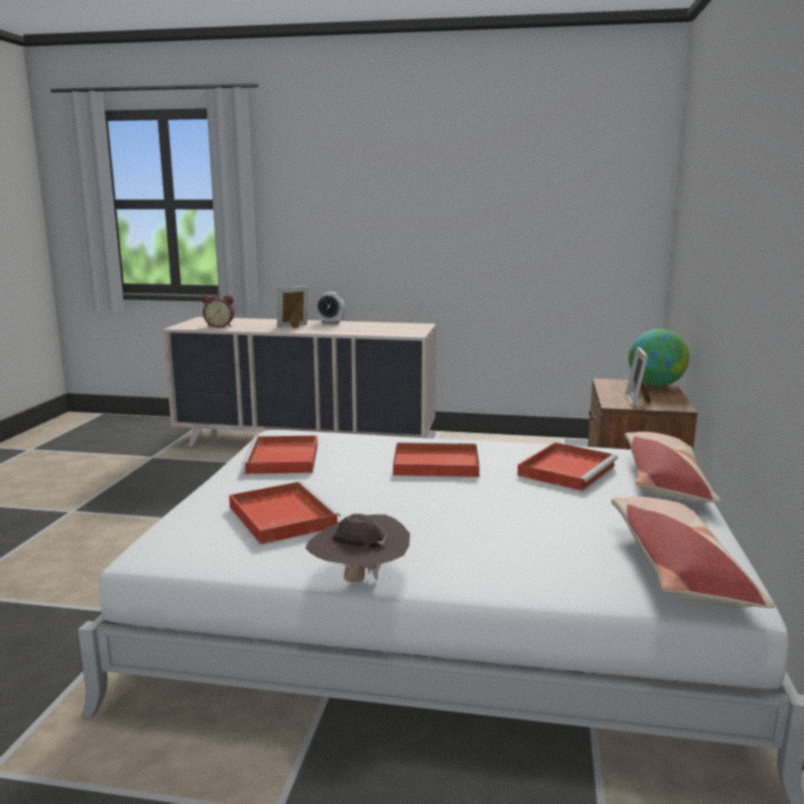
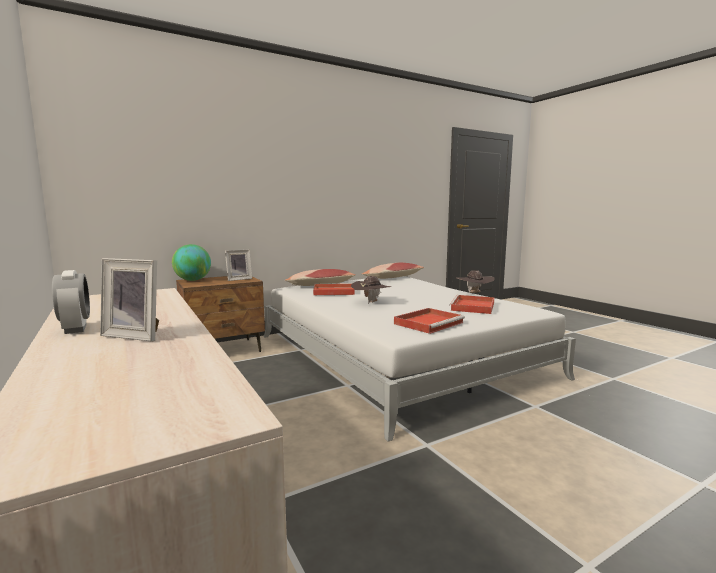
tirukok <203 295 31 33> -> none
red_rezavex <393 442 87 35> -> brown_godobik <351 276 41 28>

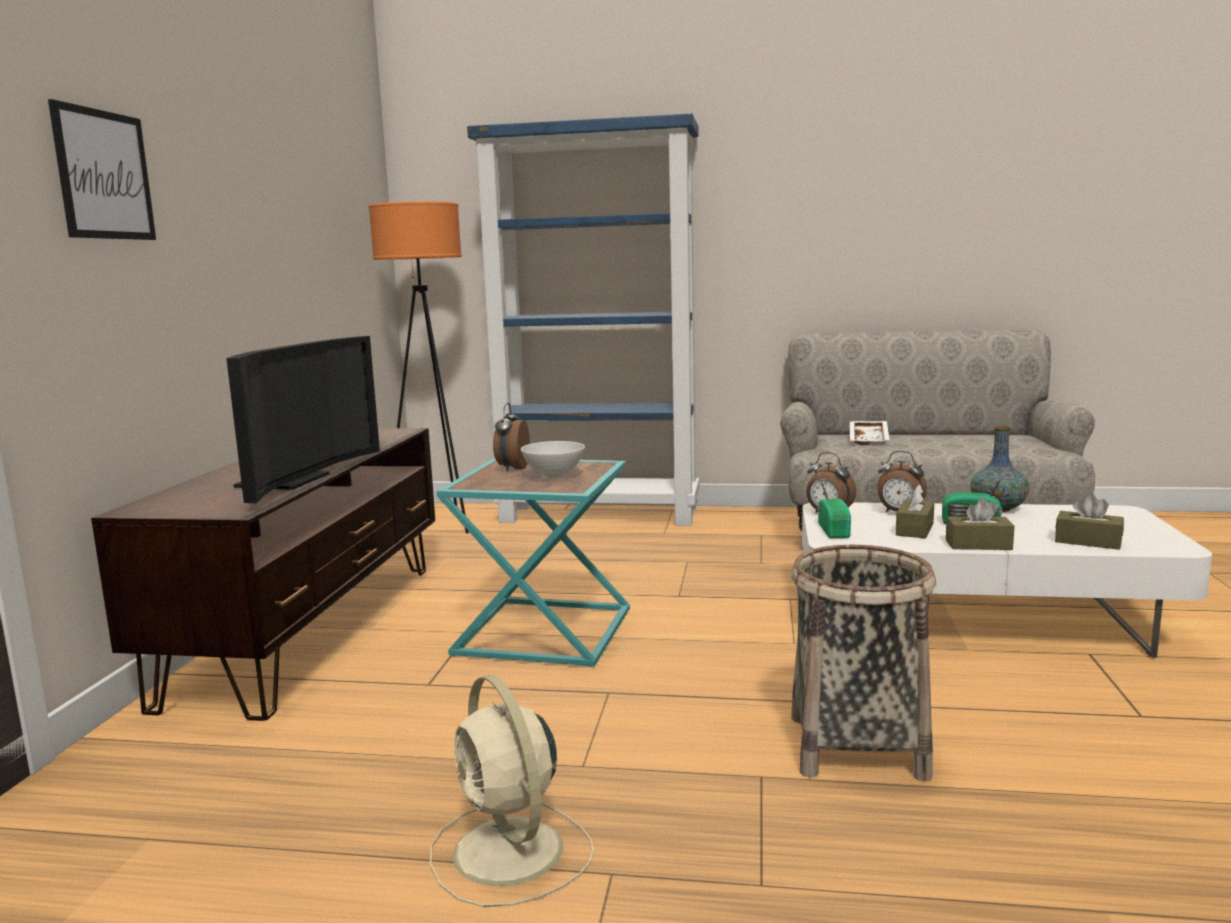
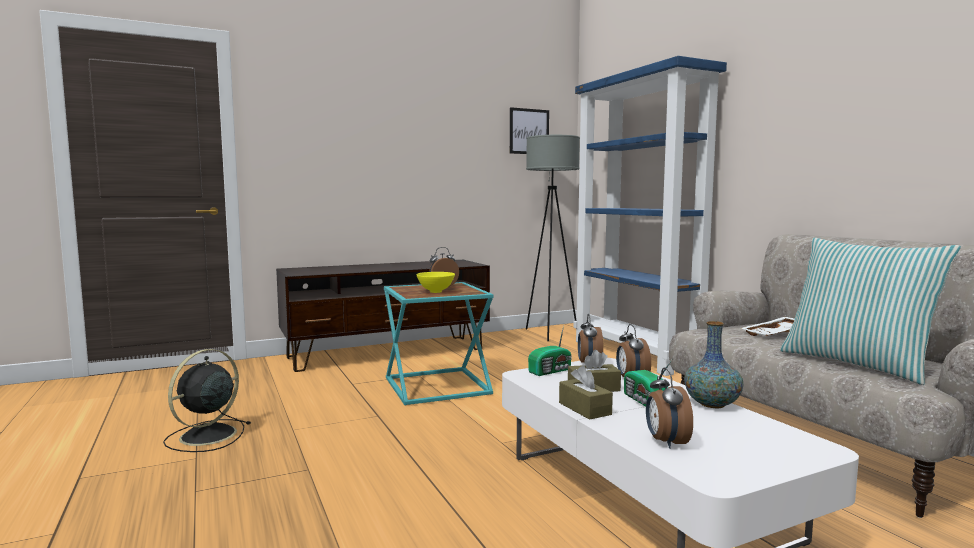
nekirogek <48 99 108 141> -> nekirogek <510 107 39 47>, move
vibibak <226 336 154 168> -> none
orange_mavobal <369 201 100 333> -> grey_mavobal <526 135 54 206>
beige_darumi <430 675 164 232> -> black_darumi <163 349 88 103>
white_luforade <521 441 64 38> -> yellow_luforade <416 272 39 21>
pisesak <791 545 145 236> -> none
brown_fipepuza <1055 494 69 56> -> tirukok <646 367 47 82>
none -> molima <780 238 181 147>

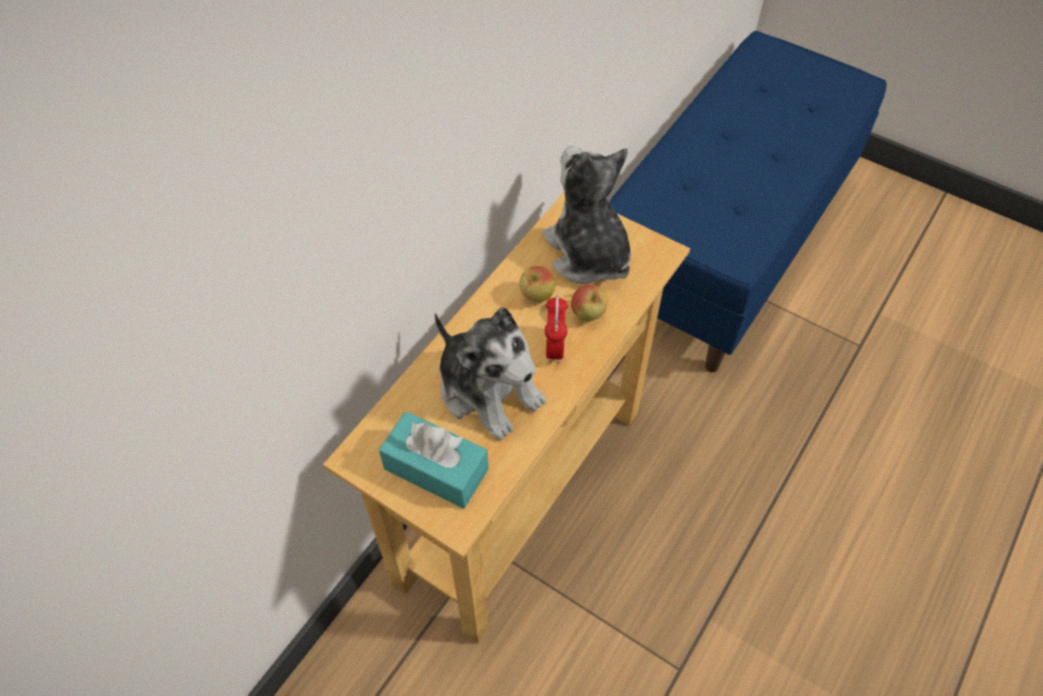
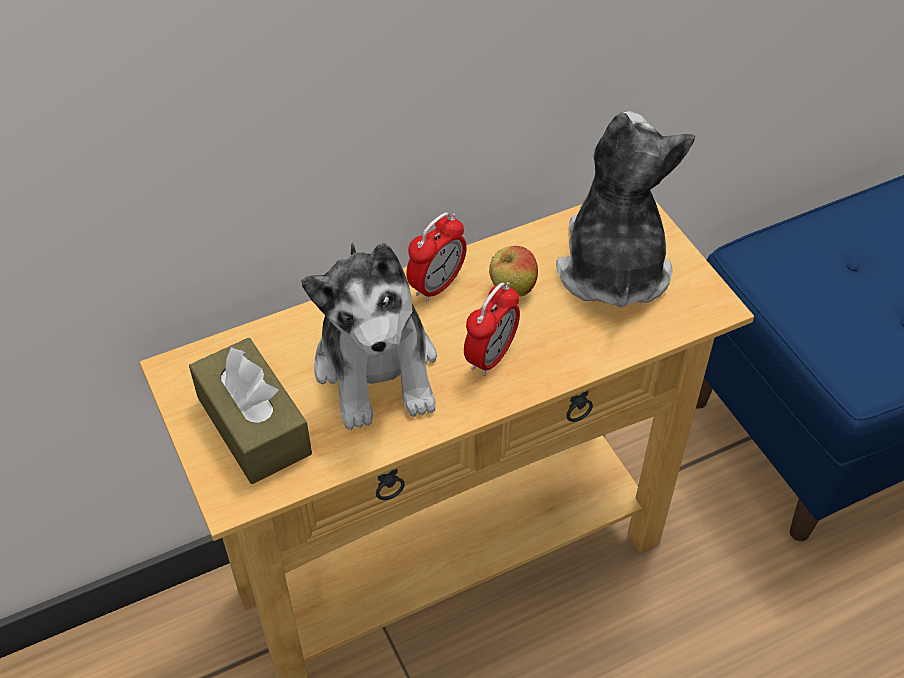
turquoise_fipepuza <379 411 110 98> -> brown_fipepuza <189 338 123 146>
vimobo <571 284 37 38> -> none
none -> tirukok <406 212 61 90>

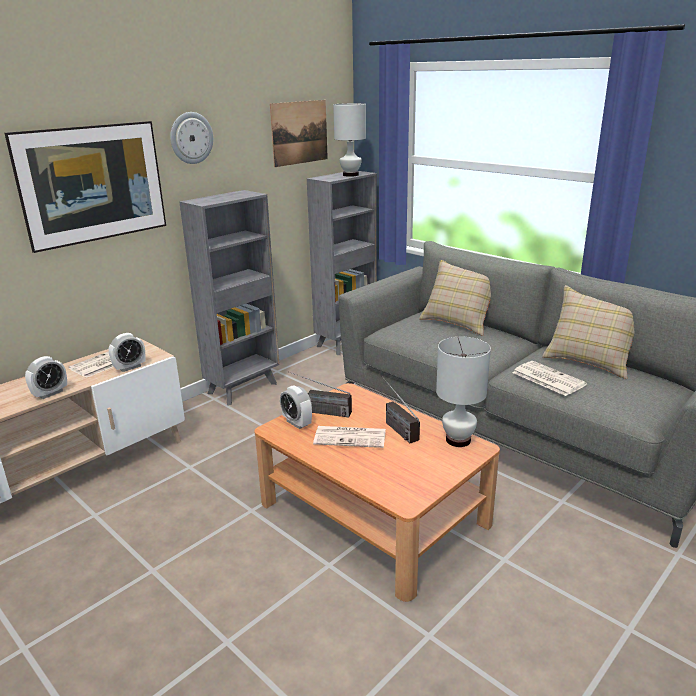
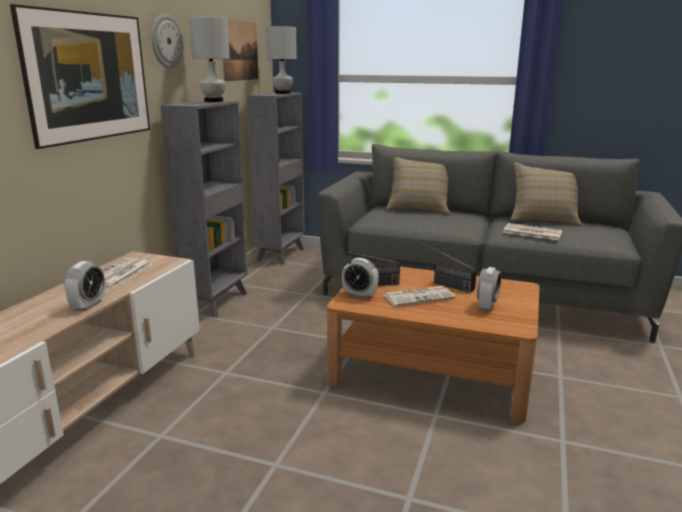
tirukok <109 333 37 39> -> tirukok <477 267 24 44>, move
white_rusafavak <436 337 55 110> -> white_rusafavak <189 17 41 85>, move

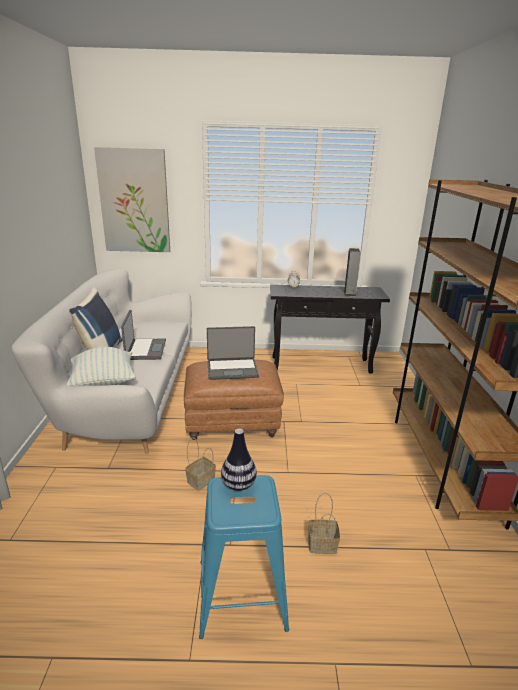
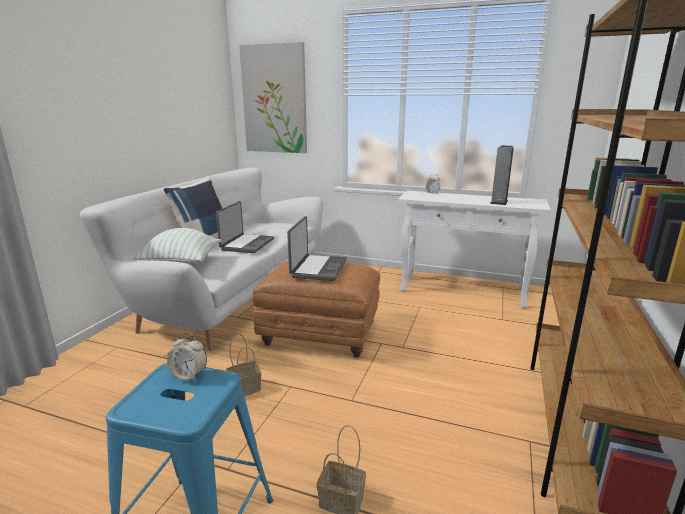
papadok <207 326 52 54> -> papadok <287 216 60 65>, 90 degrees counterclockwise
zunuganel <221 429 36 62> -> tirukok <167 333 40 48>
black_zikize <270 284 120 90> -> white_zikize <397 191 154 118>

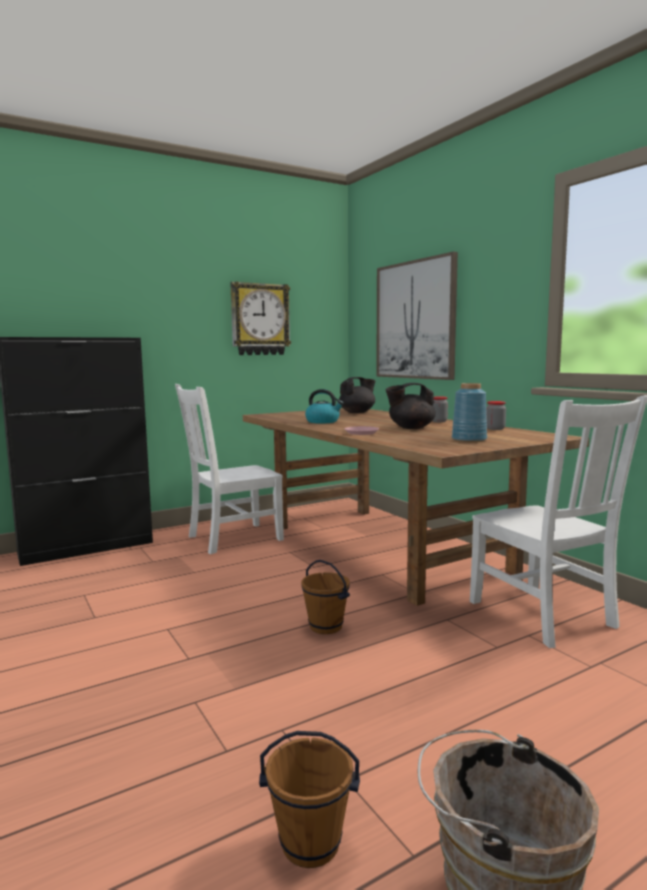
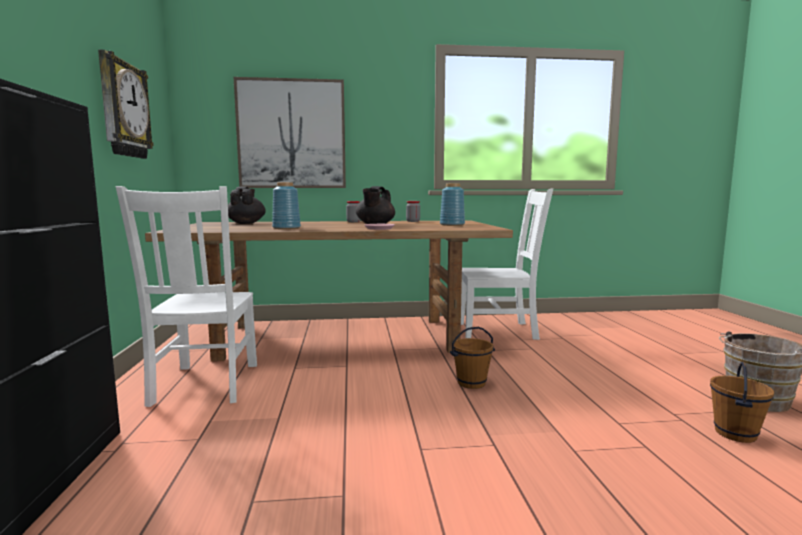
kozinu <305 389 39 34> -> blue_zunuganel <272 182 29 47>

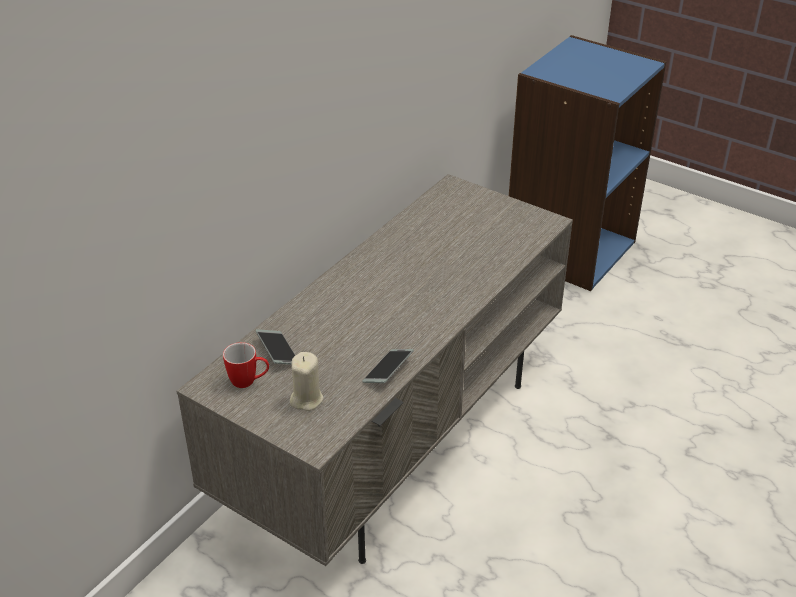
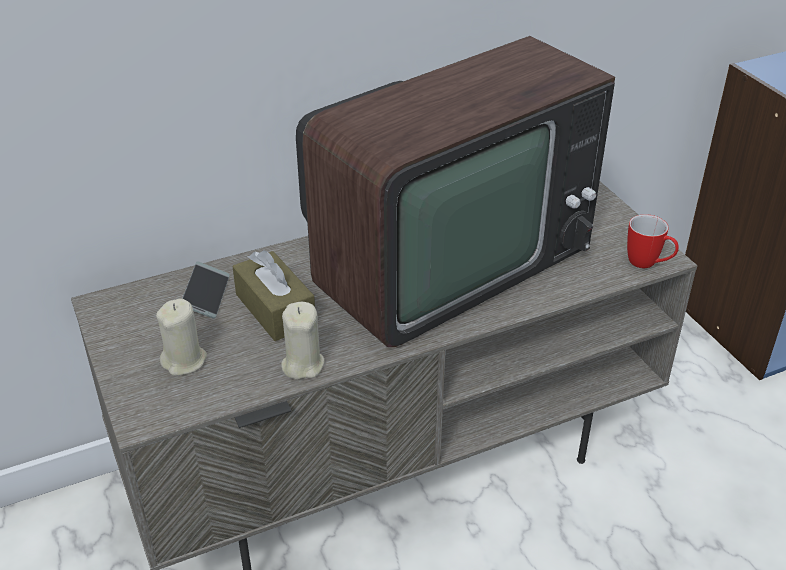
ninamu <223 342 46 46> -> ninamu <627 214 52 54>, move
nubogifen <362 349 52 34> -> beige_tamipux <281 302 44 77>
none -> brown_fipepuza <232 250 83 91>
none -> vibibak <296 36 319 311>

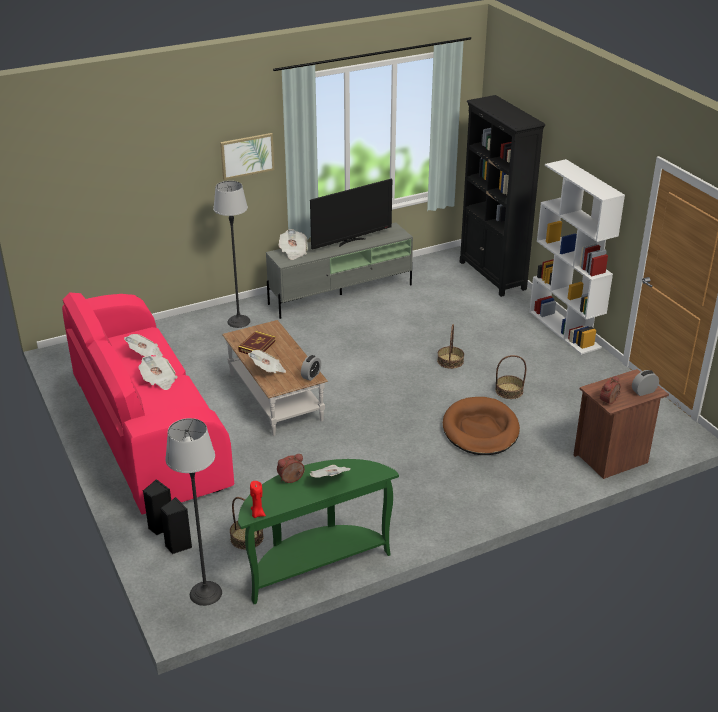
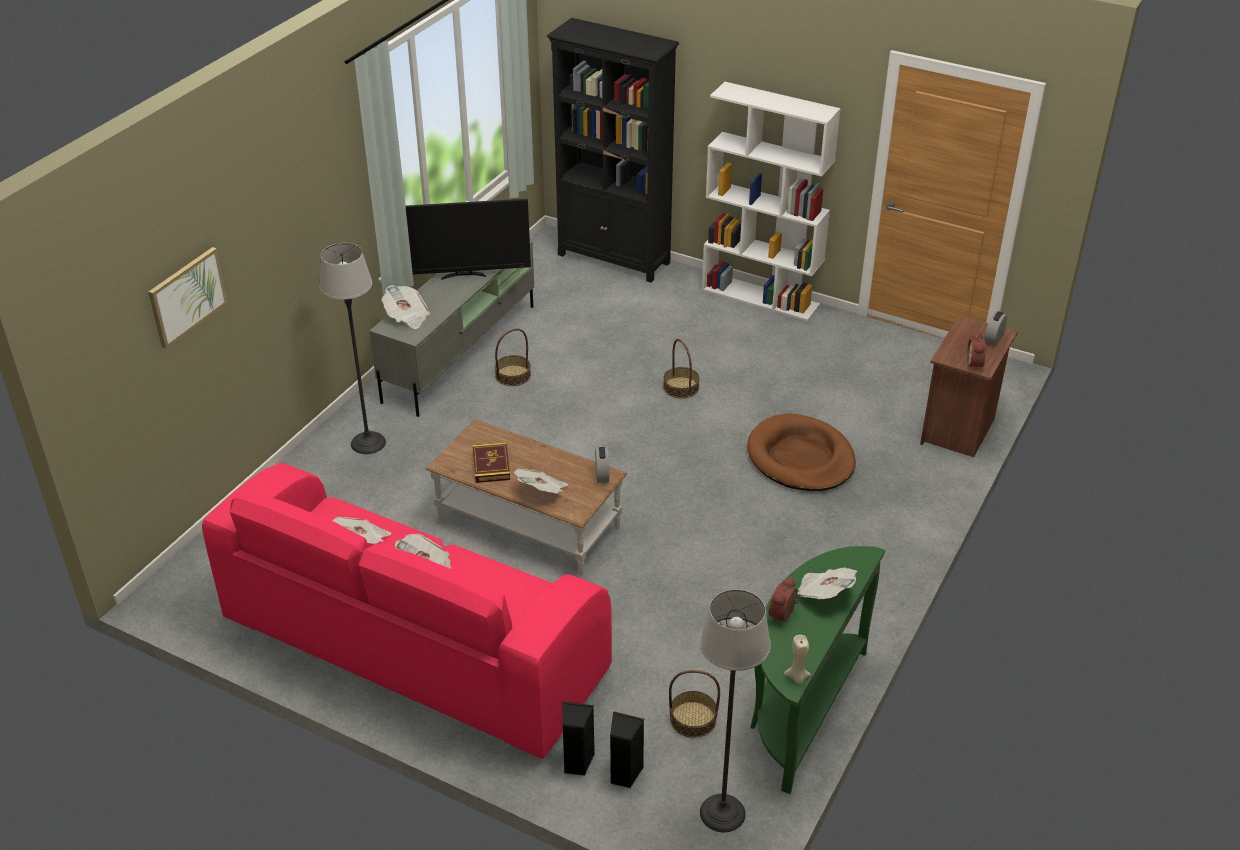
nekirogek <220 133 54 47> -> nekirogek <149 247 79 102>, move
red_tamipux <250 481 16 37> -> beige_tamipux <784 635 27 49>
vibibak <310 179 82 71> -> vibibak <406 199 125 81>, 60 degrees clockwise
pisesak <496 355 30 44> -> pisesak <495 329 36 57>, move

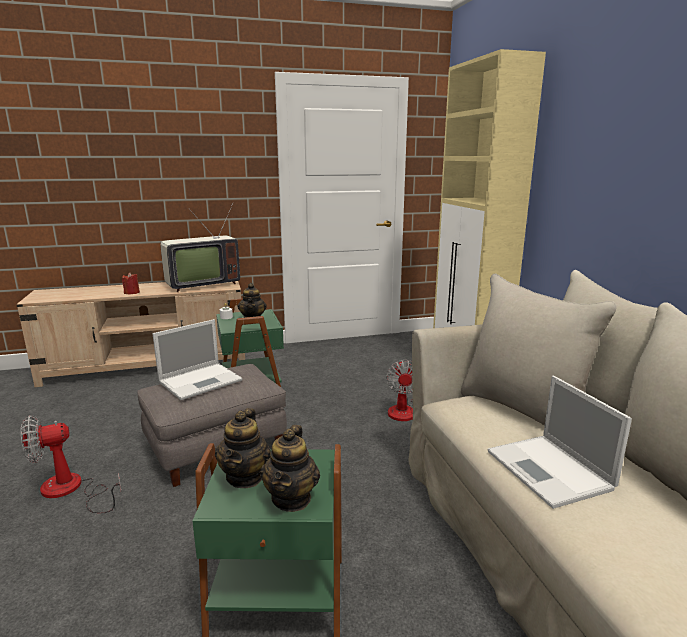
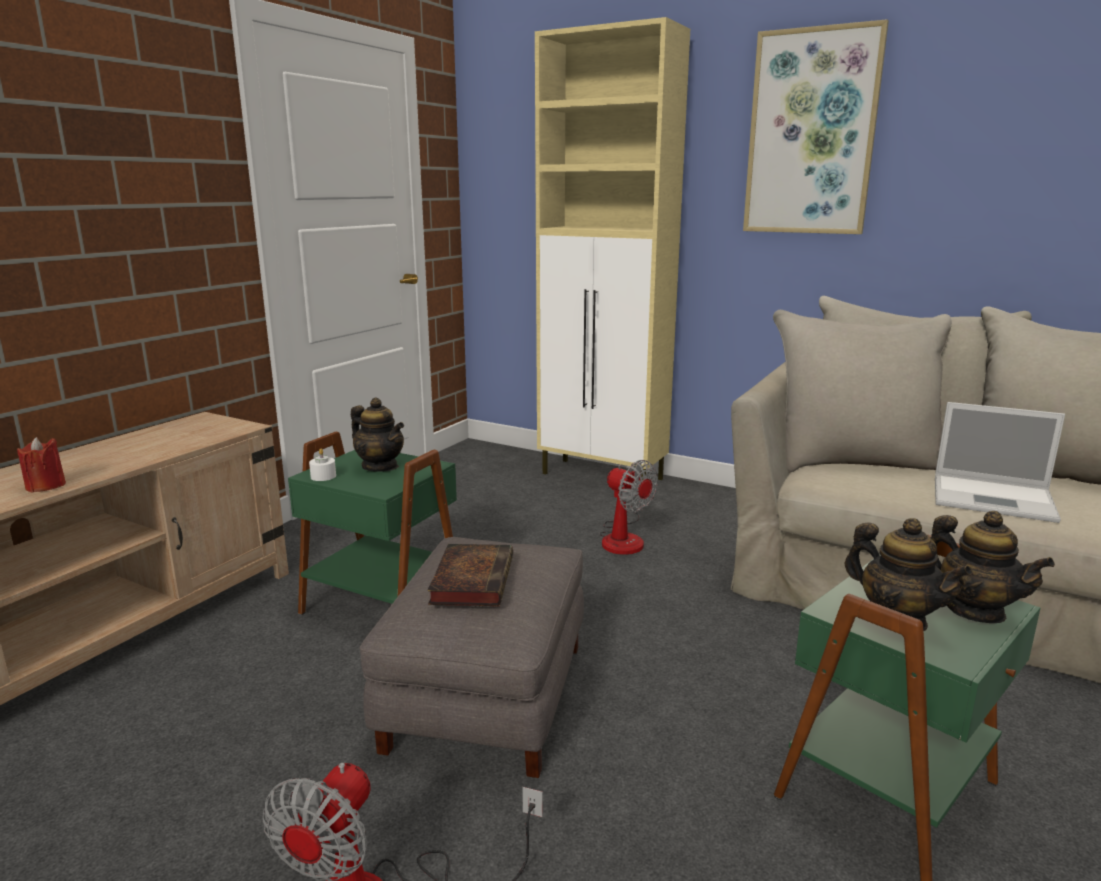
papadok <153 319 89 81> -> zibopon <428 544 85 62>
vibibak <160 204 80 88> -> none
none -> nekirogek <743 19 146 215>

